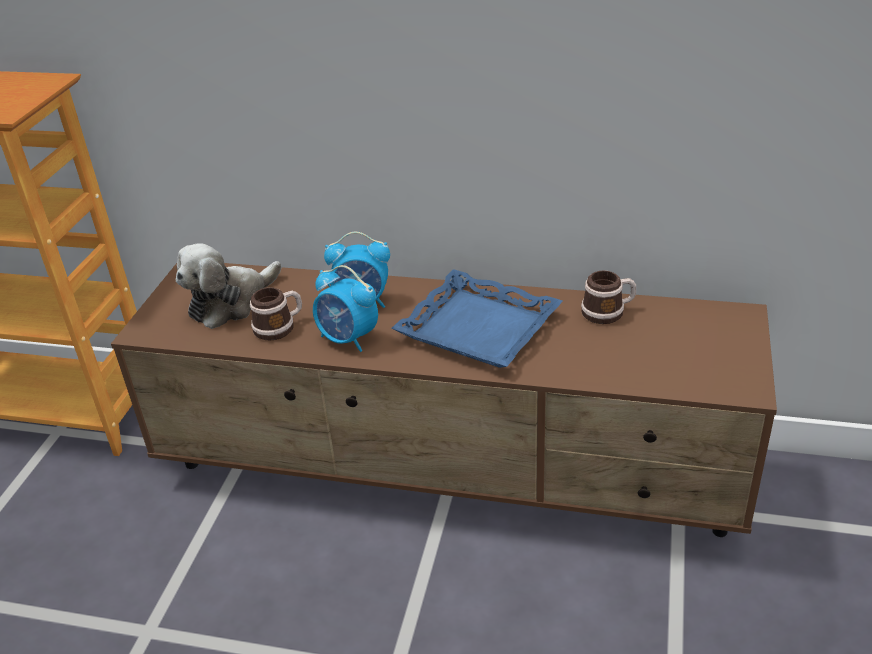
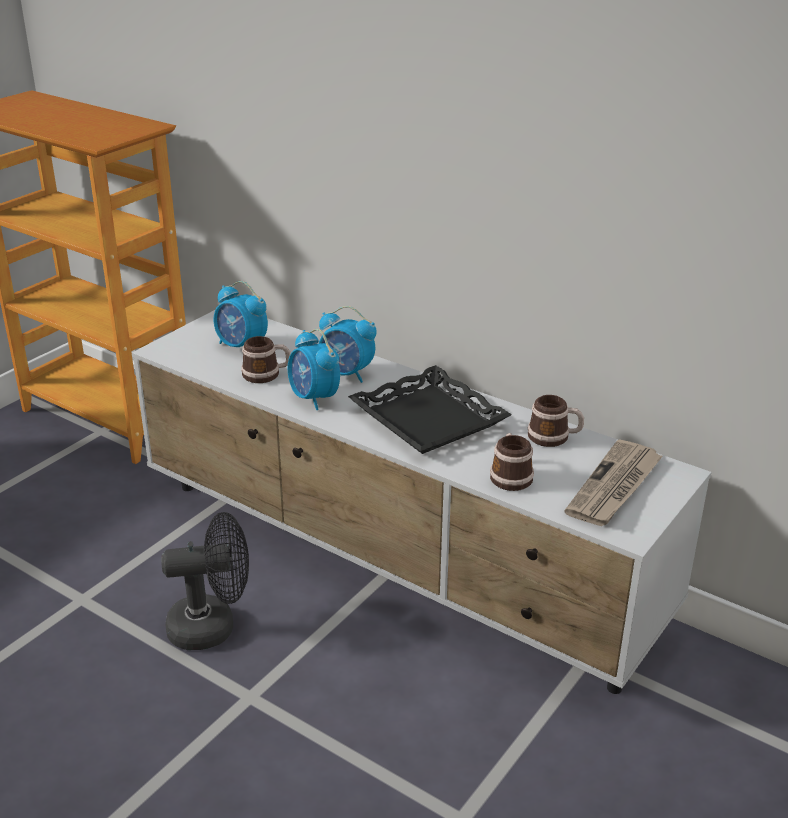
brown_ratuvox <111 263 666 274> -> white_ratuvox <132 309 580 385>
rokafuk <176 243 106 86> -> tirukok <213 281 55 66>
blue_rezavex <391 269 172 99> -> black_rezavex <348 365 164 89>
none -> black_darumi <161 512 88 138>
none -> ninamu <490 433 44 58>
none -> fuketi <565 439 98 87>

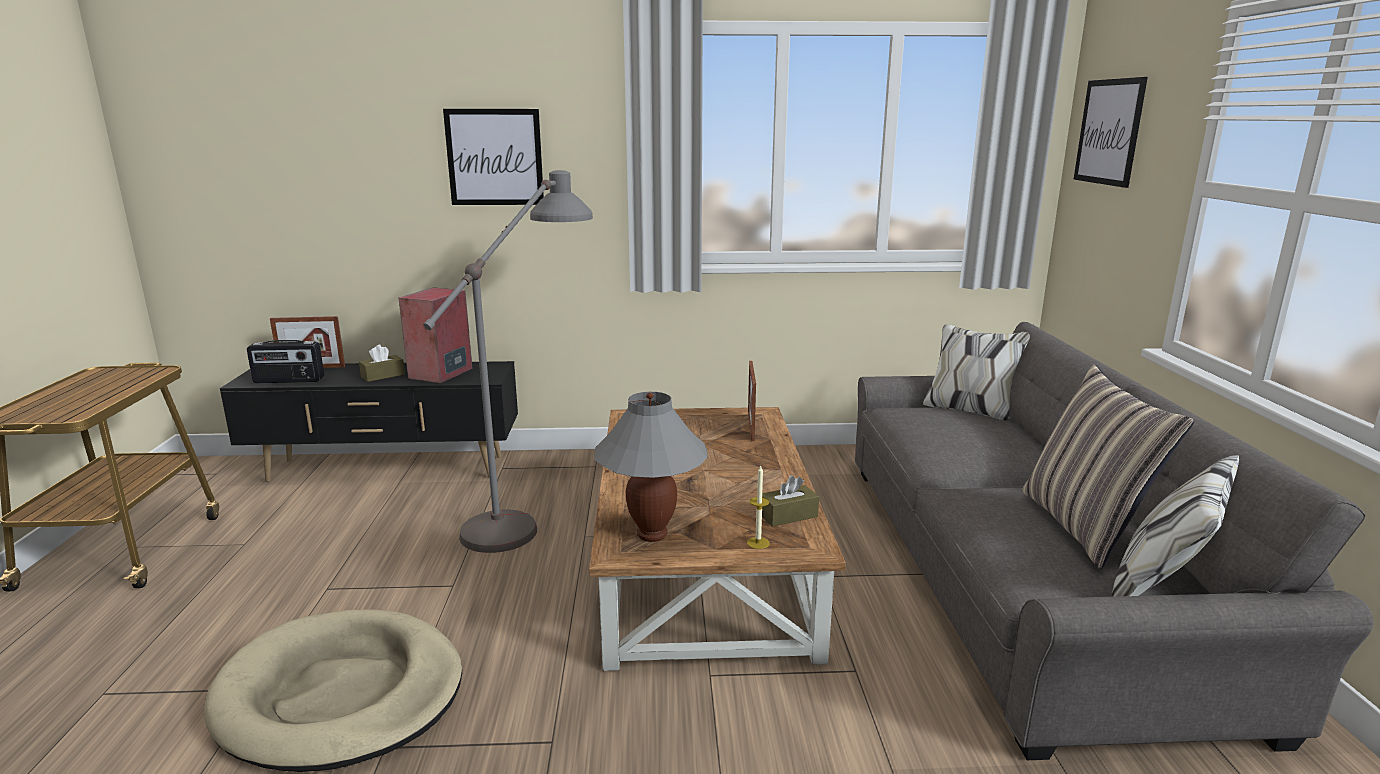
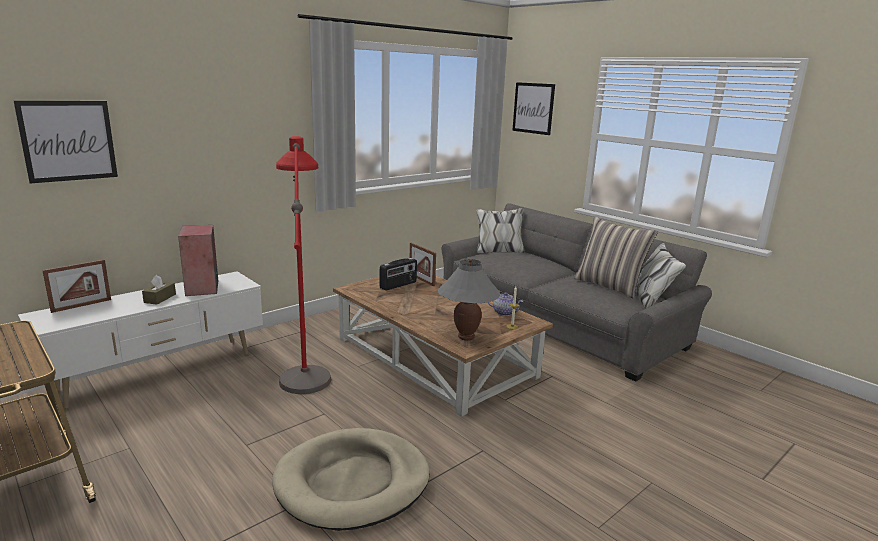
black_ratuvox <220 361 298 121> -> white_ratuvox <18 271 245 138>
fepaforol <247 340 77 43> -> fepaforol <380 258 37 33>, move
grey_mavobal <423 170 170 383> -> red_mavobal <276 136 55 258>
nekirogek <443 109 101 96> -> nekirogek <14 101 104 82>, move
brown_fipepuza <762 475 57 52> -> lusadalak <488 292 36 24>

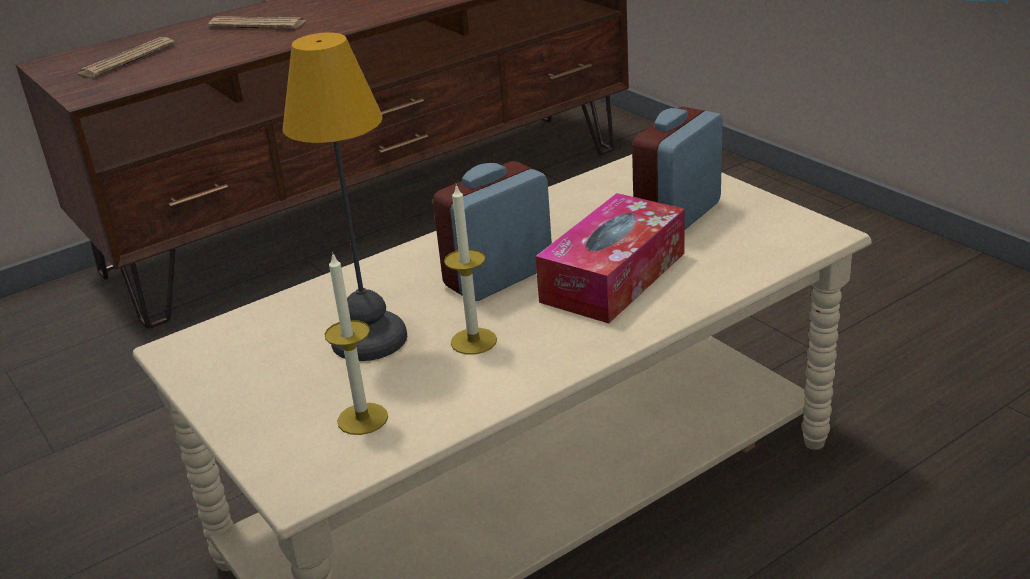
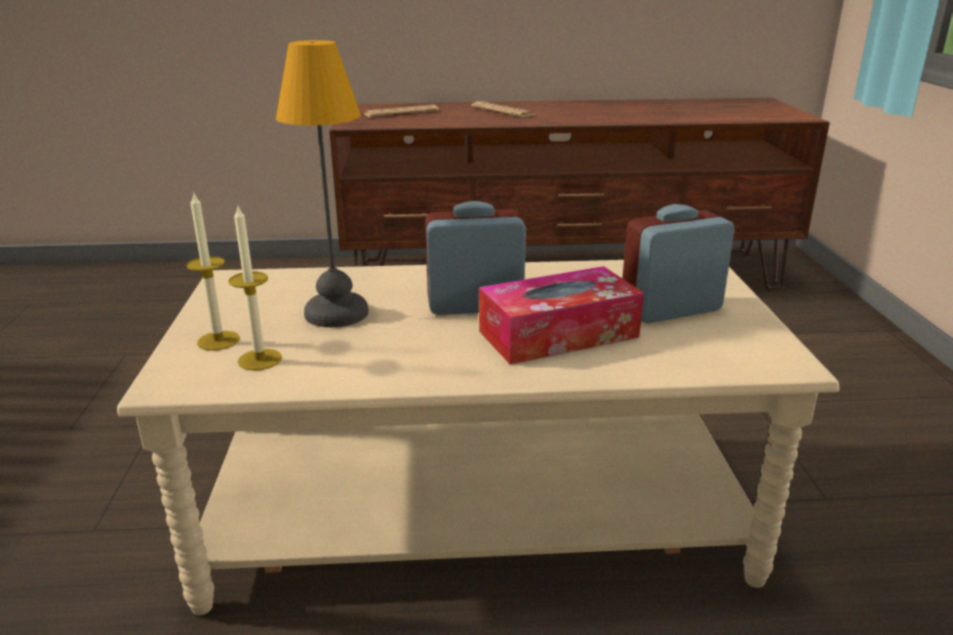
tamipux <444 184 53 170> -> tamipux <186 191 54 160>, move

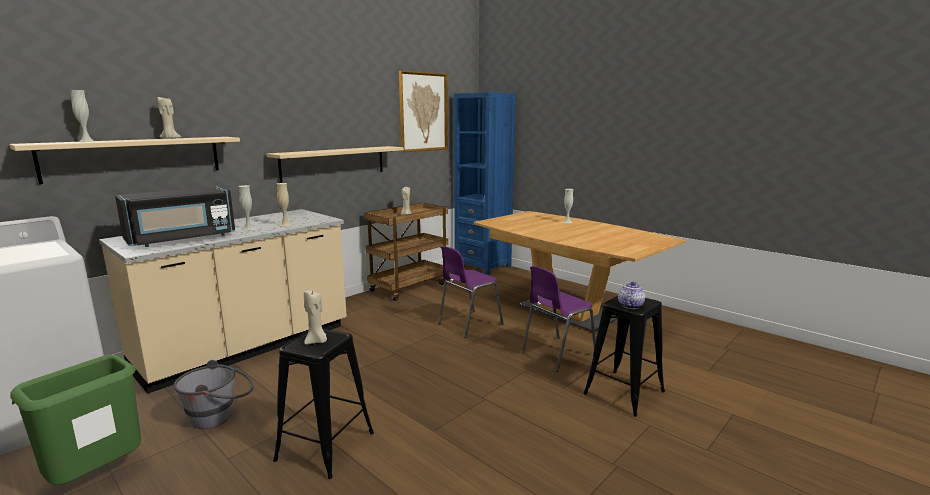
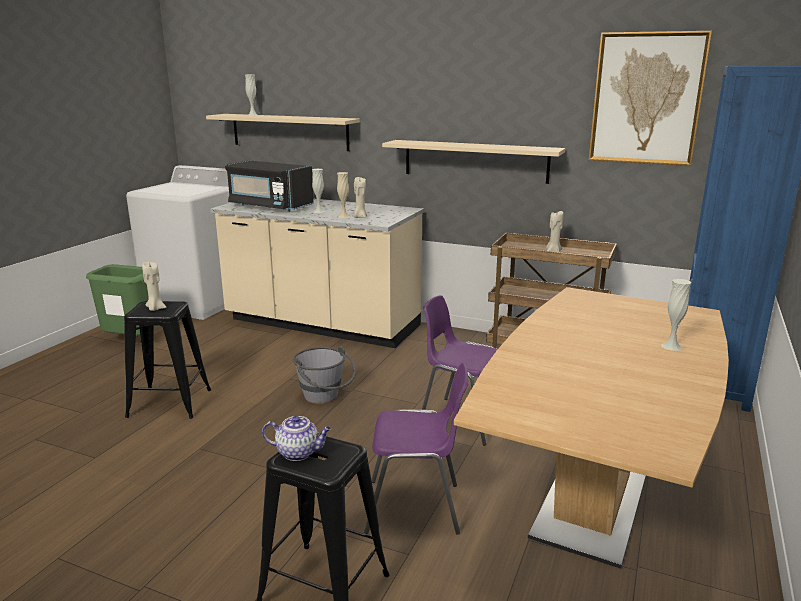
beige_tamipux <157 97 24 42> -> beige_tamipux <353 177 14 41>, move
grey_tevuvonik <173 360 81 69> -> grey_tevuvonik <293 346 63 58>, move
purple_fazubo <522 266 74 106> -> purple_fazubo <364 363 104 172>, 150 degrees clockwise

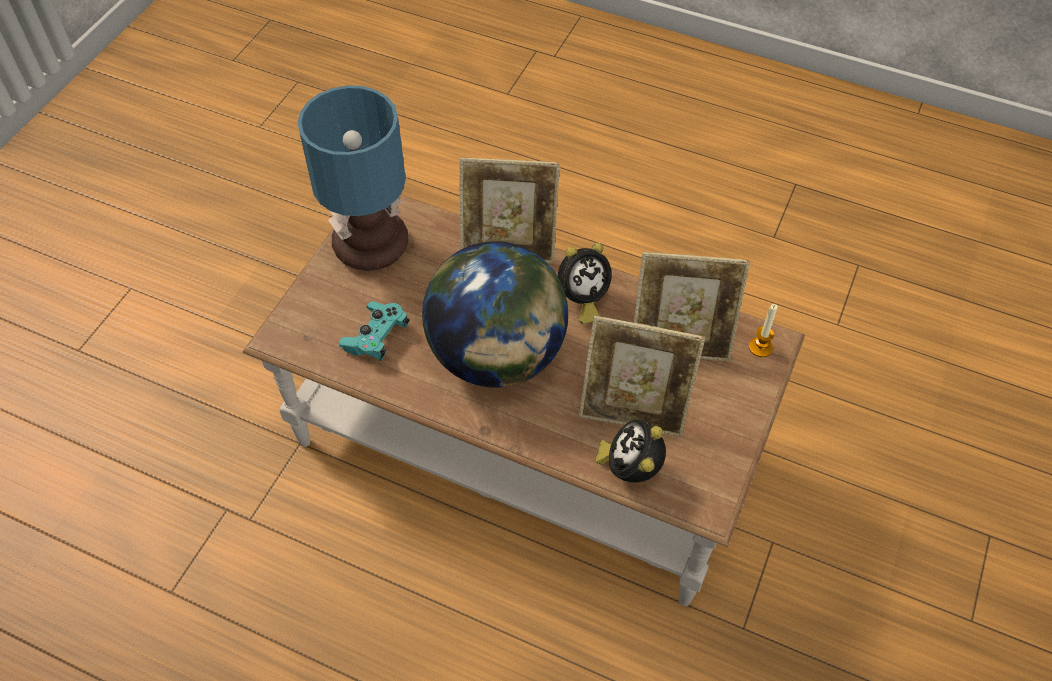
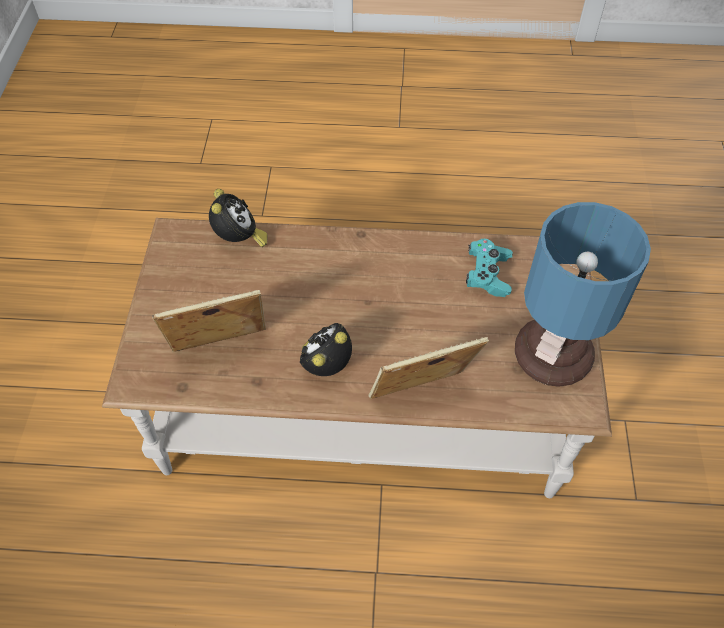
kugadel <422 241 146 147> -> none
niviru <579 316 126 121> -> none
tamipux <749 304 29 53> -> none

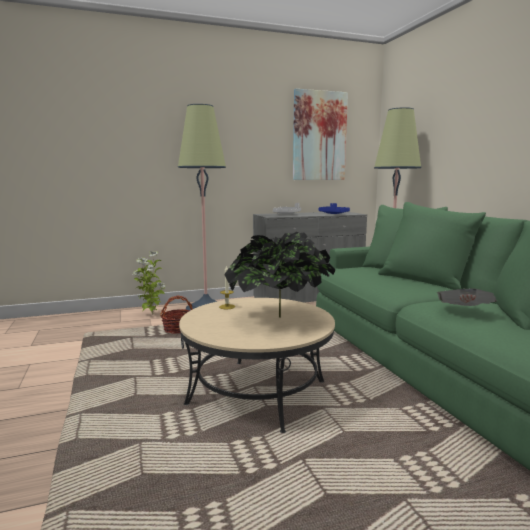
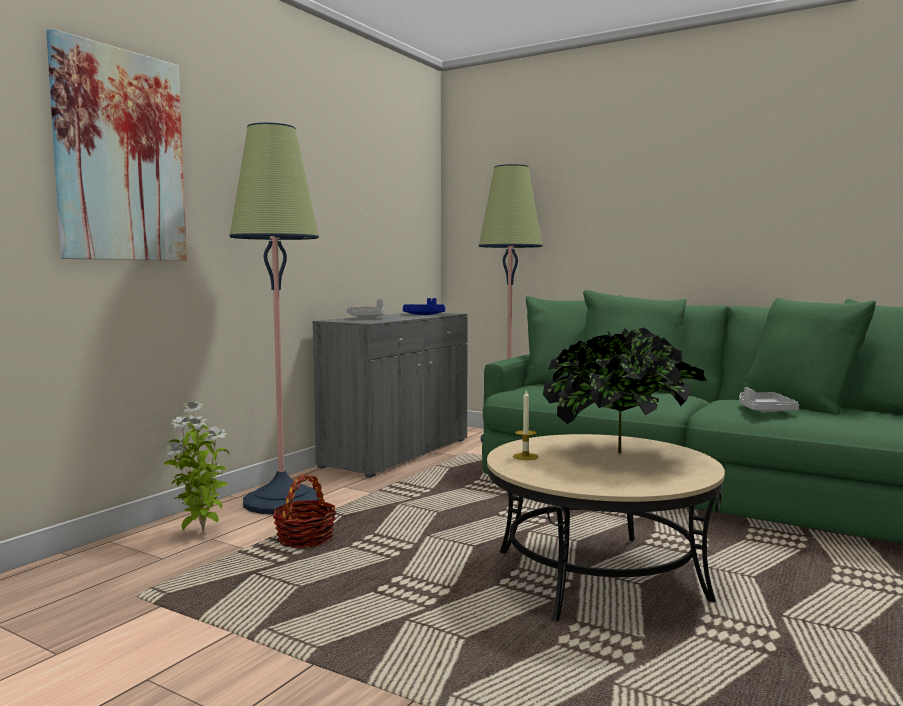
nekirogek <293 89 55 91> -> nekirogek <46 28 141 233>, move
fuketi <437 289 60 17> -> grey_rezavex <739 387 60 25>

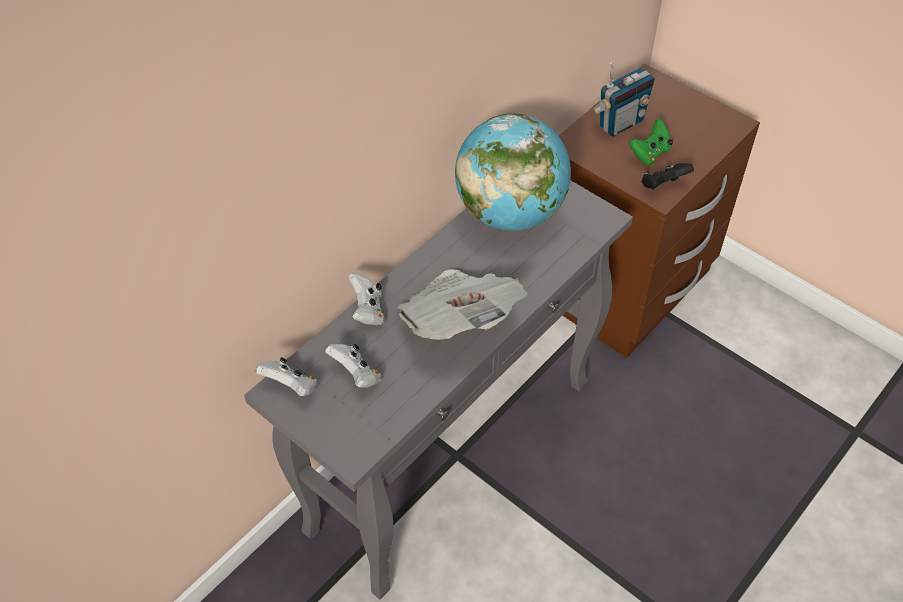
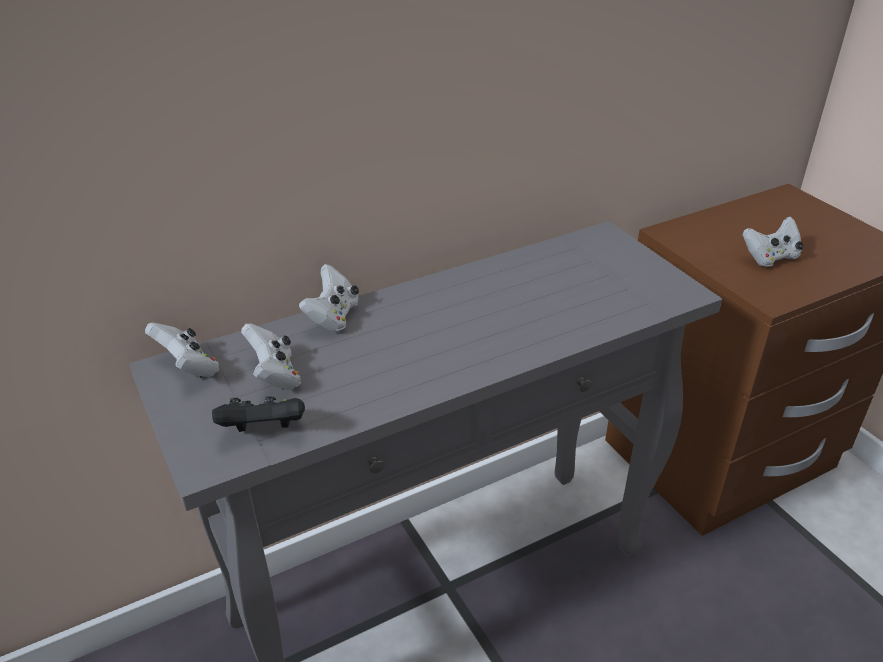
fuketi <396 269 132 71> -> none
kugadel <455 113 116 118> -> none
fepaforol <593 62 62 75> -> none
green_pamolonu <629 119 44 47> -> white_pamolonu <742 217 62 50>
black_pamolonu <642 163 52 27> -> black_pamolonu <212 397 93 35>, move

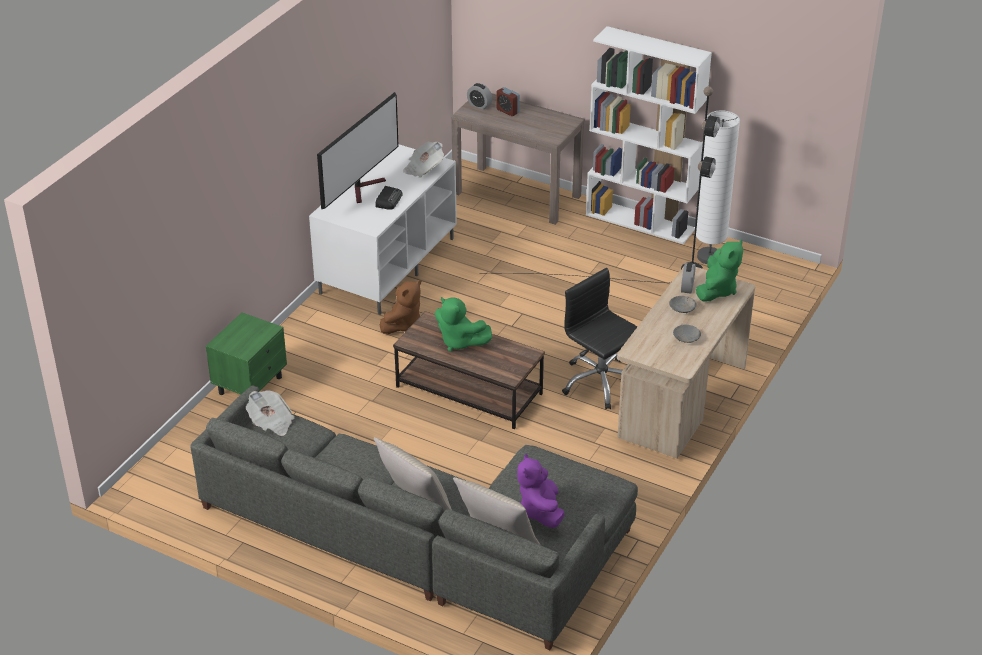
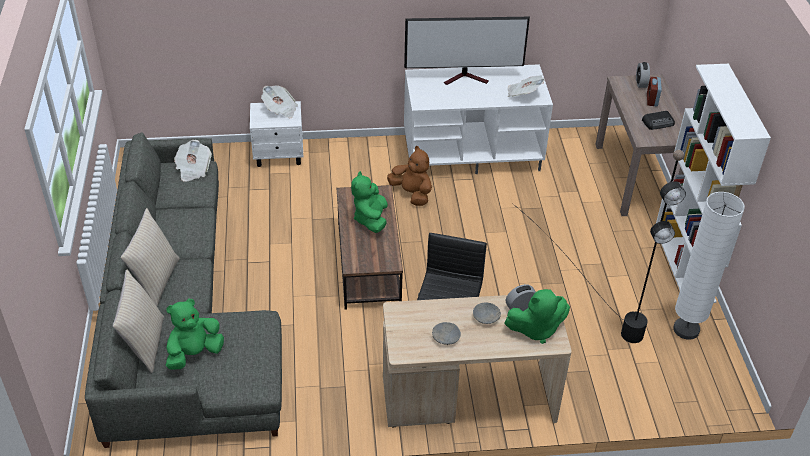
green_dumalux <206 313 81 82> -> white_dumalux <250 101 53 66>
fepaforol <376 186 27 24> -> fepaforol <642 111 33 19>, move
brown_rokafuk <380 280 41 54> -> brown_rokafuk <387 146 45 60>, 135 degrees counterclockwise
purple_rokafuk <517 453 48 75> -> green_rokafuk <166 299 58 71>
none -> fuketi <261 85 37 33>

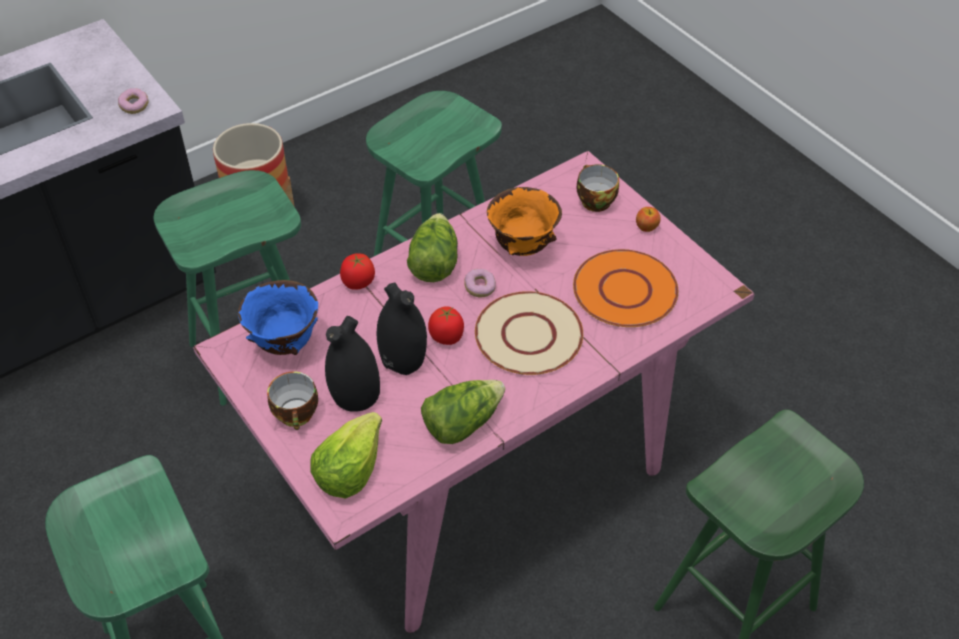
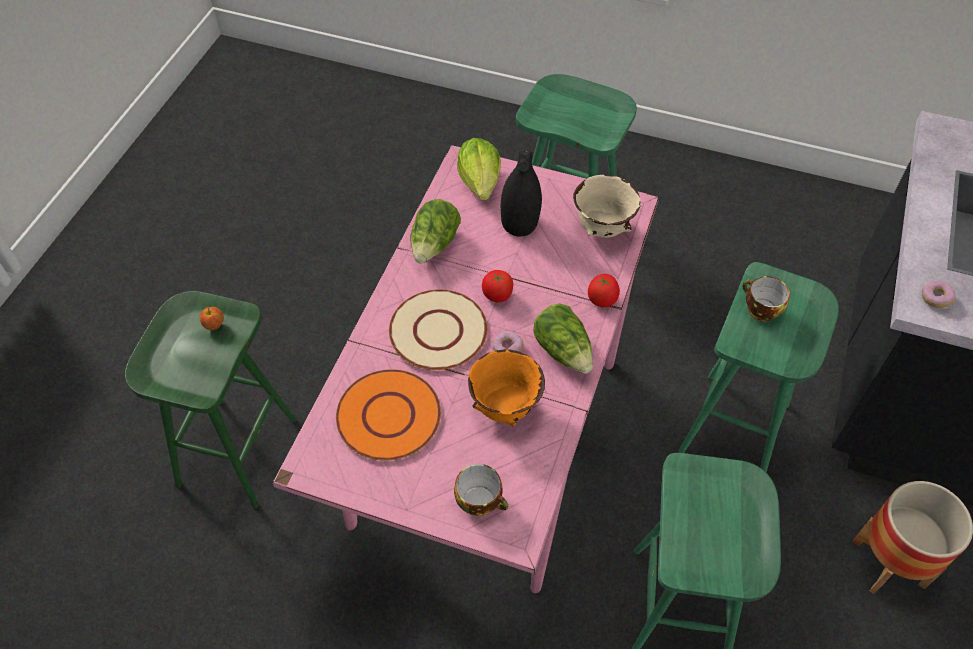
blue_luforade <238 280 80 75> -> beige_luforade <573 175 68 63>
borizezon <267 372 51 58> -> borizezon <742 276 48 46>, move
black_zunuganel <377 282 50 93> -> none
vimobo <636 207 25 25> -> vimobo <200 307 24 23>, move

